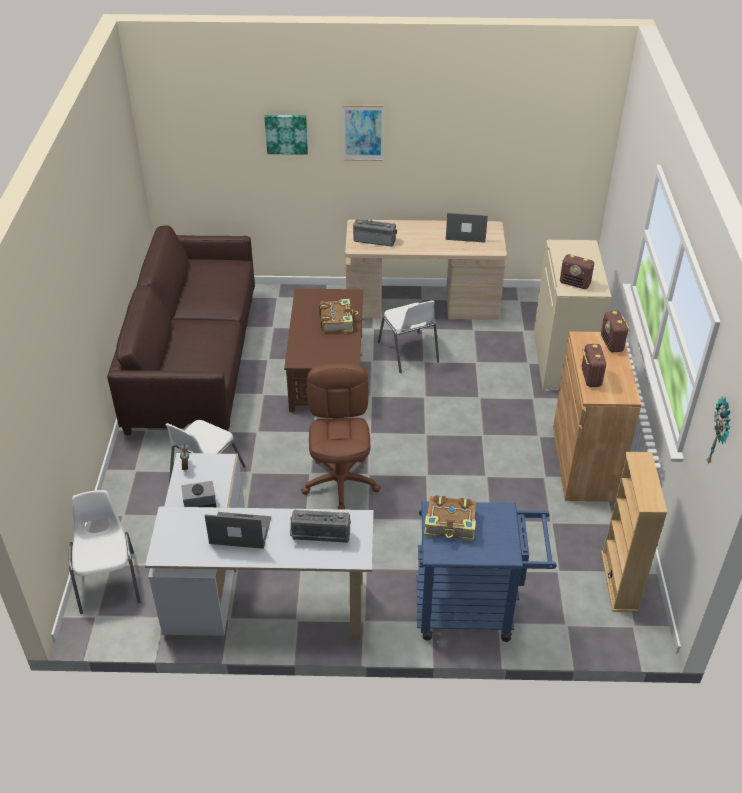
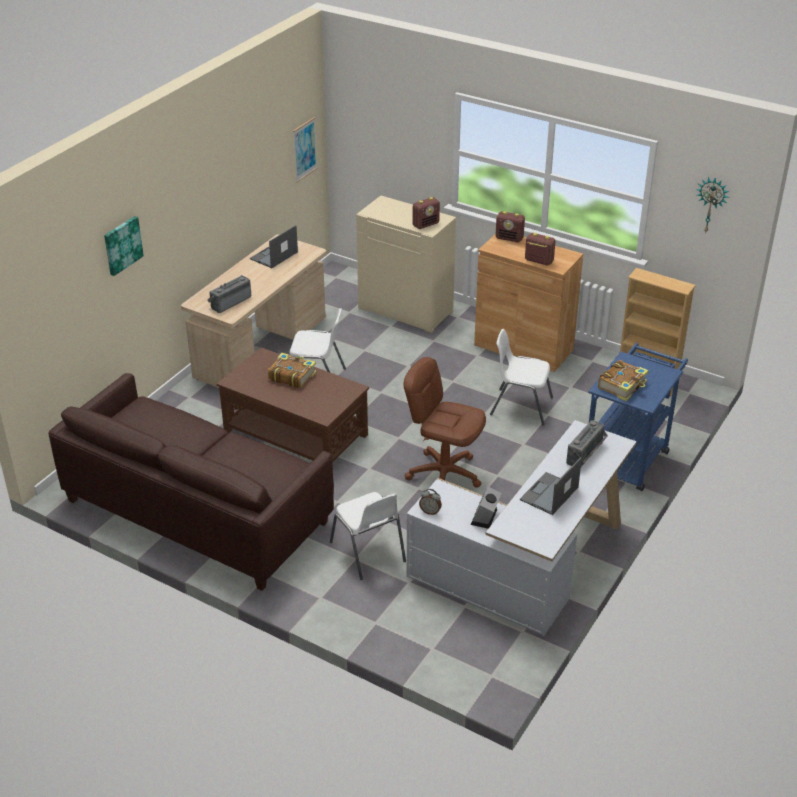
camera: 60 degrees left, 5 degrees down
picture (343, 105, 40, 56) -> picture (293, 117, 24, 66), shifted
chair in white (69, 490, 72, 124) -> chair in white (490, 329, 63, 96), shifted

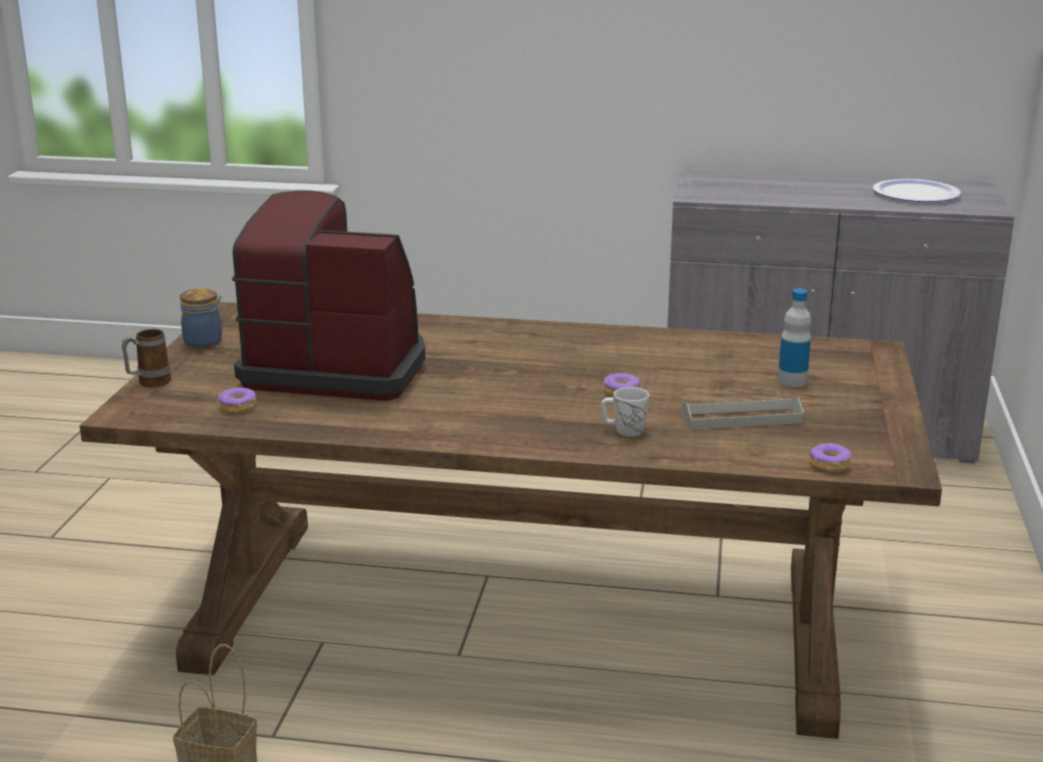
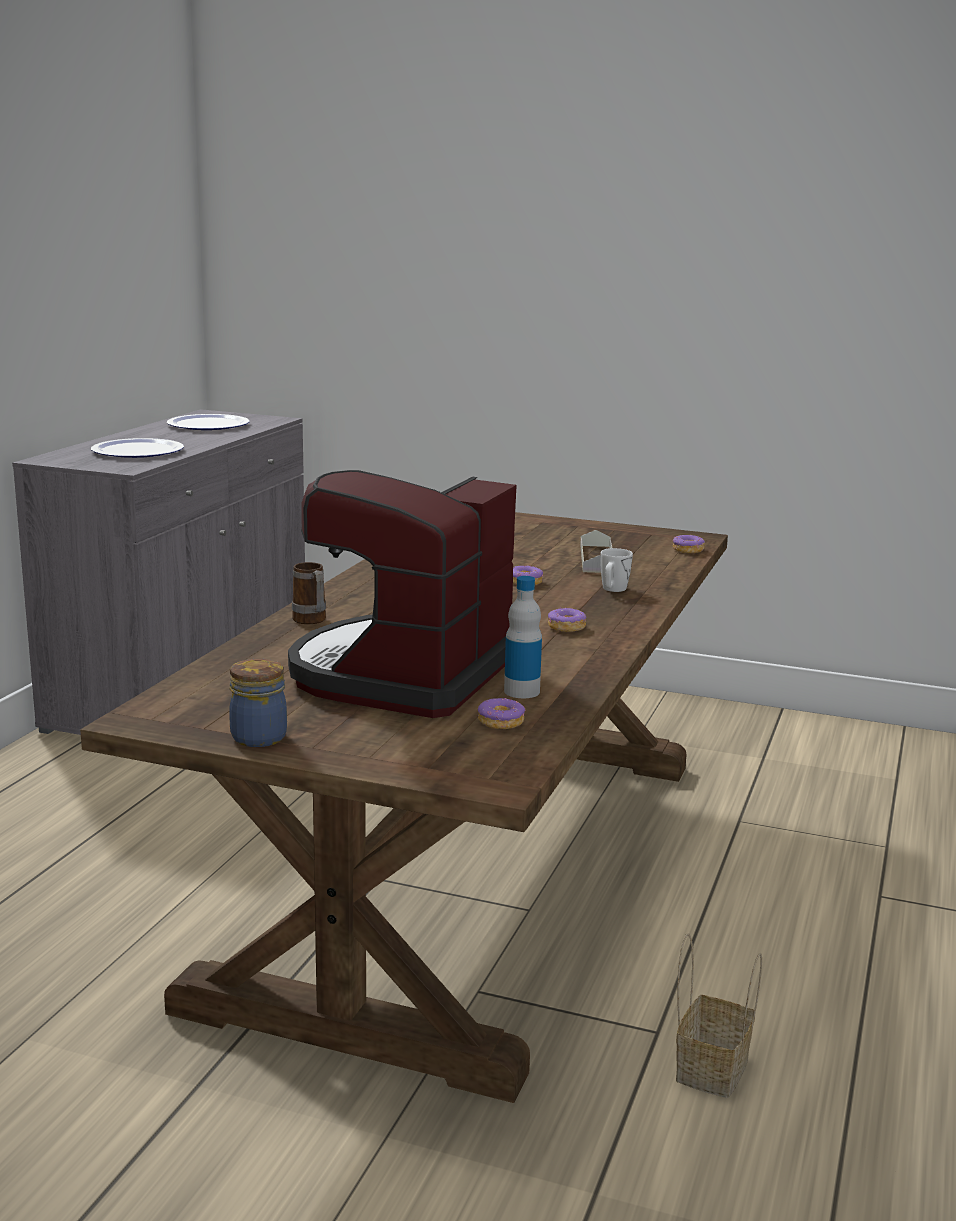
camera: 80 degrees left, 5 degrees down
bottle (778, 289, 33, 98) -> bottle (504, 576, 38, 122), shifted
mug (122, 329, 49, 58) -> mug (292, 562, 34, 62), shifted
none -> plate (91, 438, 93, 20)
none -> donut (548, 607, 38, 25)

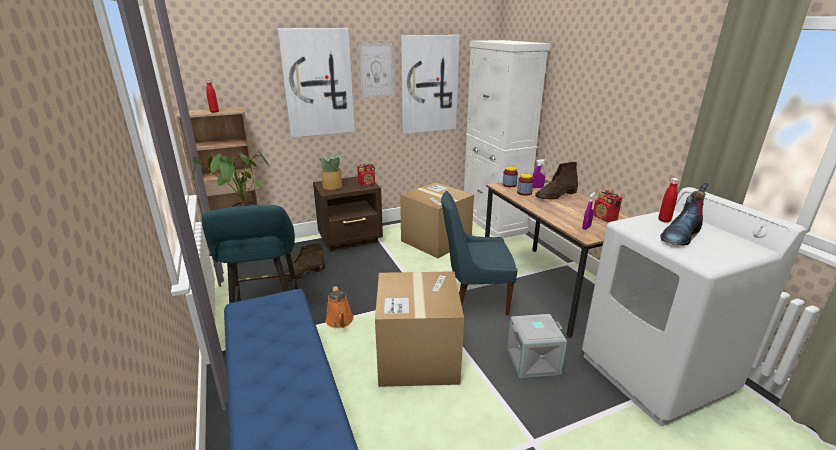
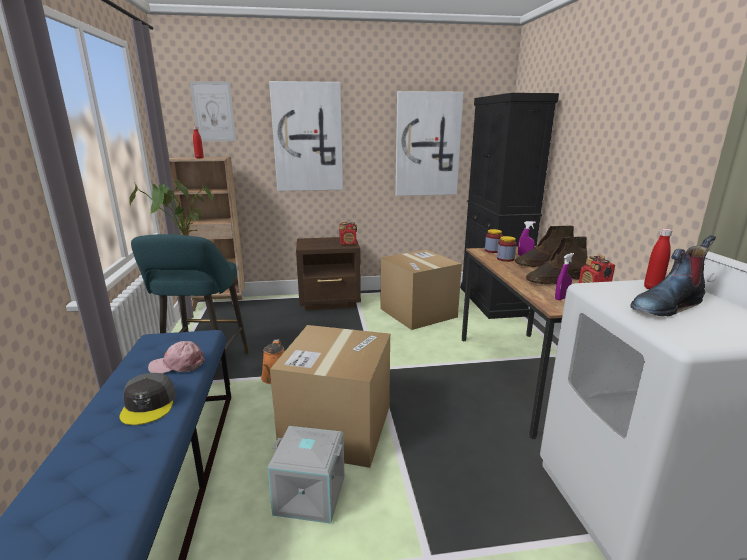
camera: 15 degrees right, 5 degrees down
cabinet in white (464, 40, 86, 198) -> cabinet in black (461, 93, 98, 226)
picture (358, 43, 36, 55) -> picture (189, 81, 47, 60), shifted
potted plant (319, 154, 24, 36) -> none
chair in blue (441, 191, 77, 124) -> none
boot in brown (284, 242, 41, 39) -> boot in brown (526, 236, 62, 49), shifted
storage box in grey (507, 314, 60, 64) -> storage box in grey (267, 426, 78, 98), shifted
none -> cap in pink (148, 341, 57, 32)
none -> cap in grey (119, 373, 57, 52)

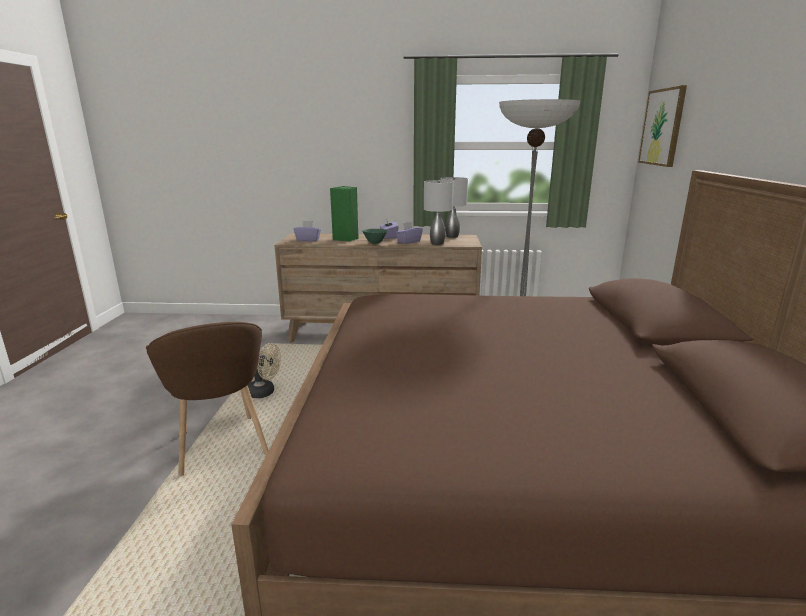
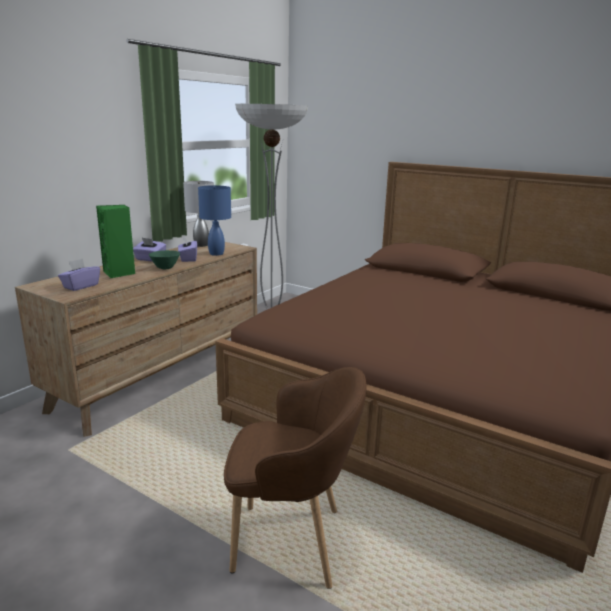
camera: 60 degrees left, 0 degrees up
picture (638, 85, 49, 82) -> none
table lamp in grey (424, 180, 30, 65) -> table lamp in blue (198, 185, 33, 71)
fan in beige (248, 343, 33, 55) -> none

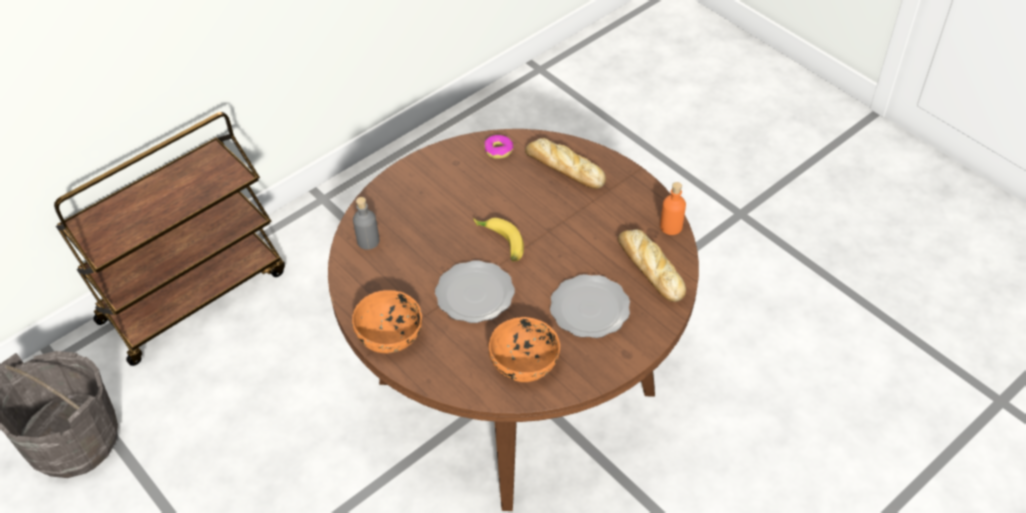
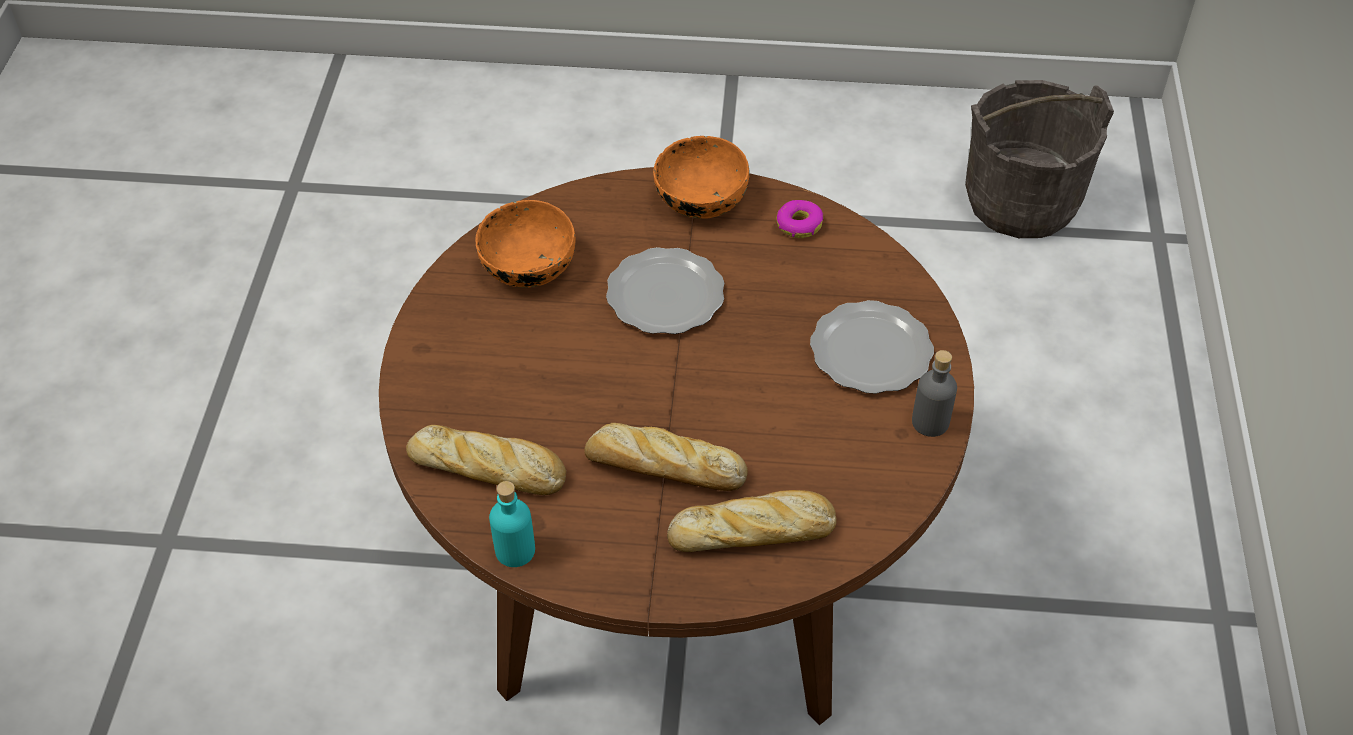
camera: 135 degrees right, 0 degrees up
cart in brown (54, 112, 231, 254) -> none
donut (484, 135, 29, 24) -> donut (777, 200, 46, 38), shifted
bottle in orange (660, 182, 26, 53) -> bottle in turquoise (489, 481, 46, 86)
bottle in grey (353, 197, 27, 53) -> bottle in grey (912, 350, 45, 87), shifted
banana (473, 218, 51, 43) -> none
plate (550, 274, 80, 64) -> plate (810, 300, 124, 94), shifted
none -> bread (584, 423, 164, 68)

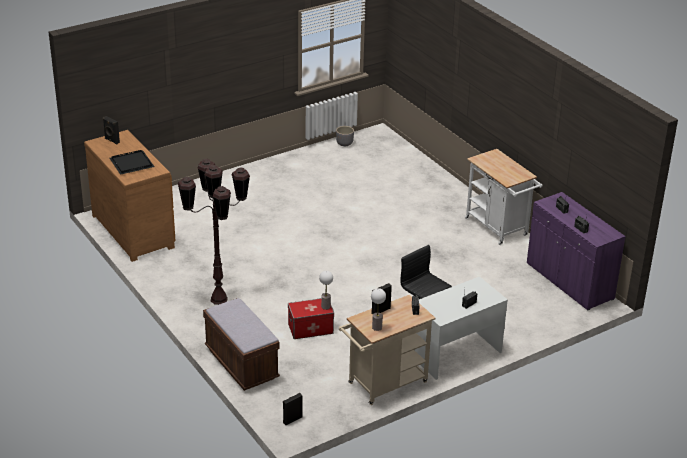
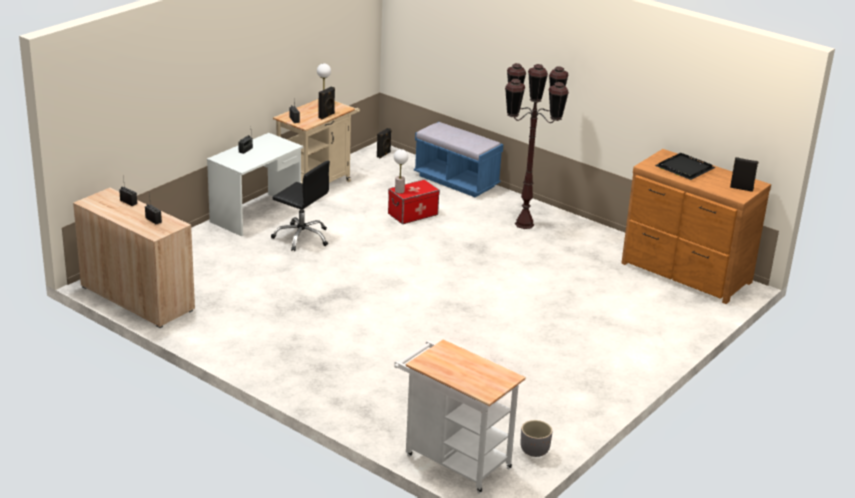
camera: 160 degrees right, 5 degrees down
cart in white (465, 149, 78, 96) -> cart in white (394, 340, 132, 154), shifted
cabinet in purple (527, 192, 99, 118) -> cabinet in beige (73, 188, 122, 140)
bench in brown (203, 298, 77, 93) -> bench in blue (414, 122, 89, 75)

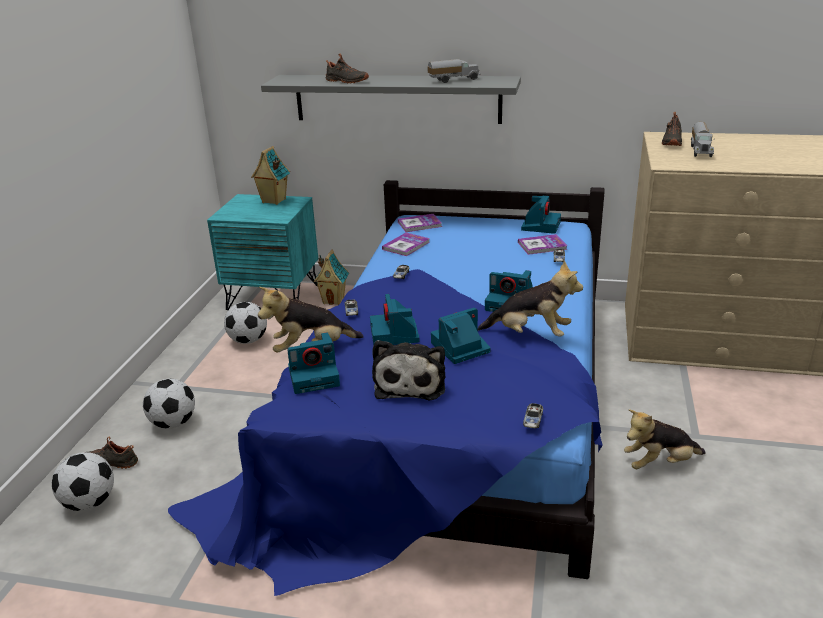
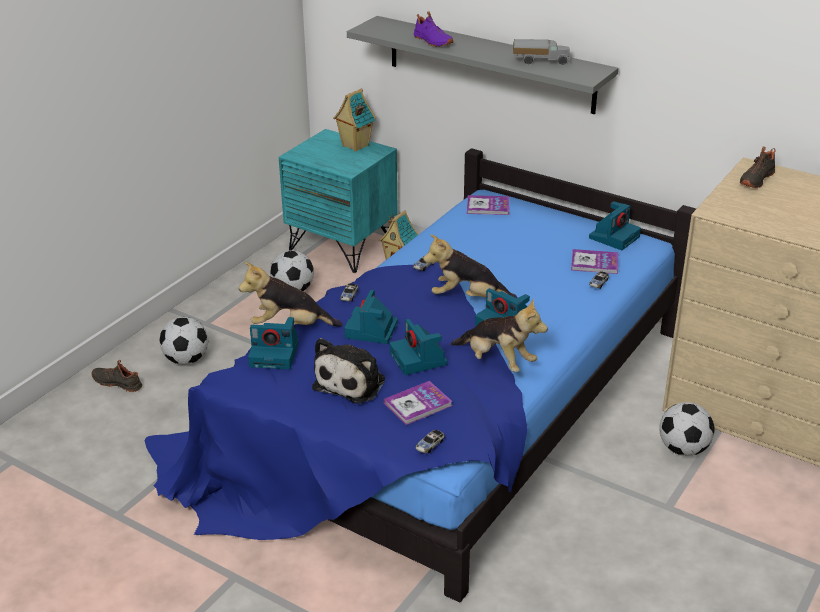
camera: 20 degrees right, 5 degrees up
shoe in black (326, 53, 43, 30) -> shoe in purple (414, 11, 39, 36)
toy truck (691, 122, 24, 35) -> none
book (382, 233, 48, 23) -> book (384, 381, 68, 44), shifted
photo camera (431, 308, 60, 56) -> photo camera (390, 319, 57, 56), 105 degrees counterclockwise
plush toy (624, 409, 82, 60) -> plush toy (423, 234, 95, 64), shifted
football (52, 452, 62, 59) -> football (659, 402, 56, 54), shifted

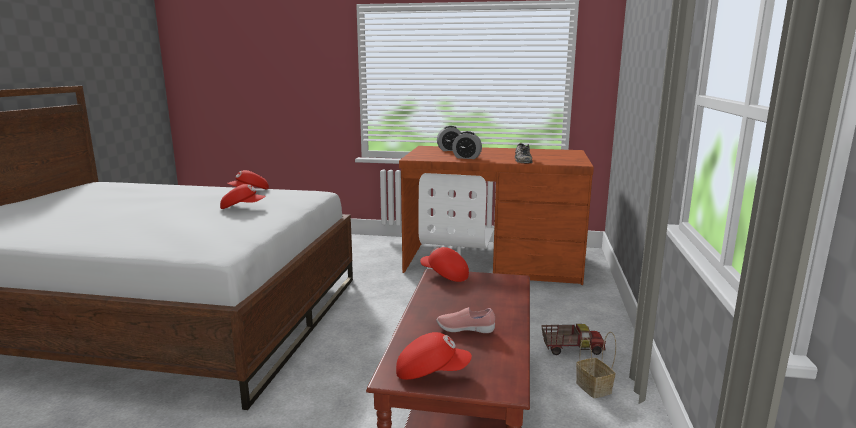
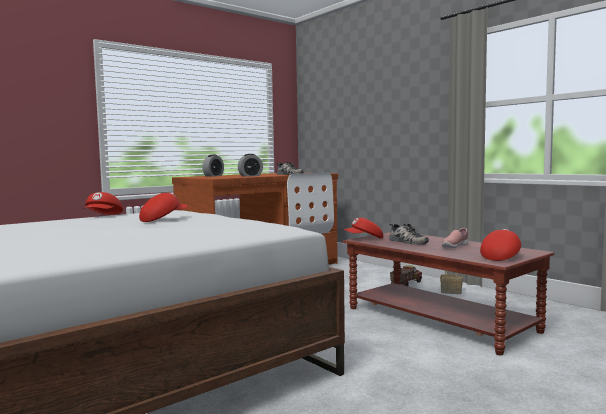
camera: 50 degrees left, 10 degrees down
none -> shoe (389, 224, 40, 21)

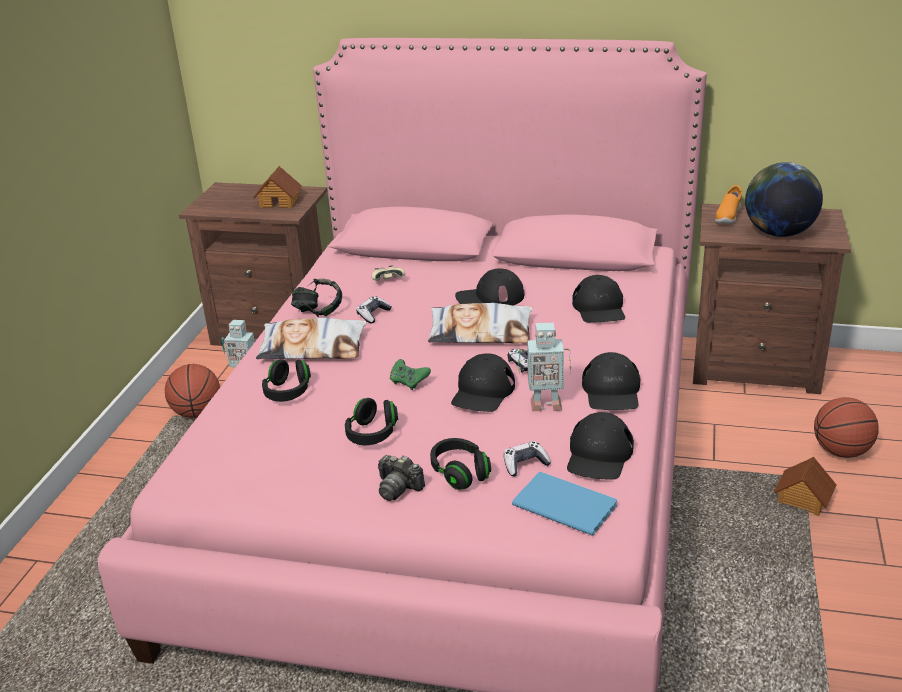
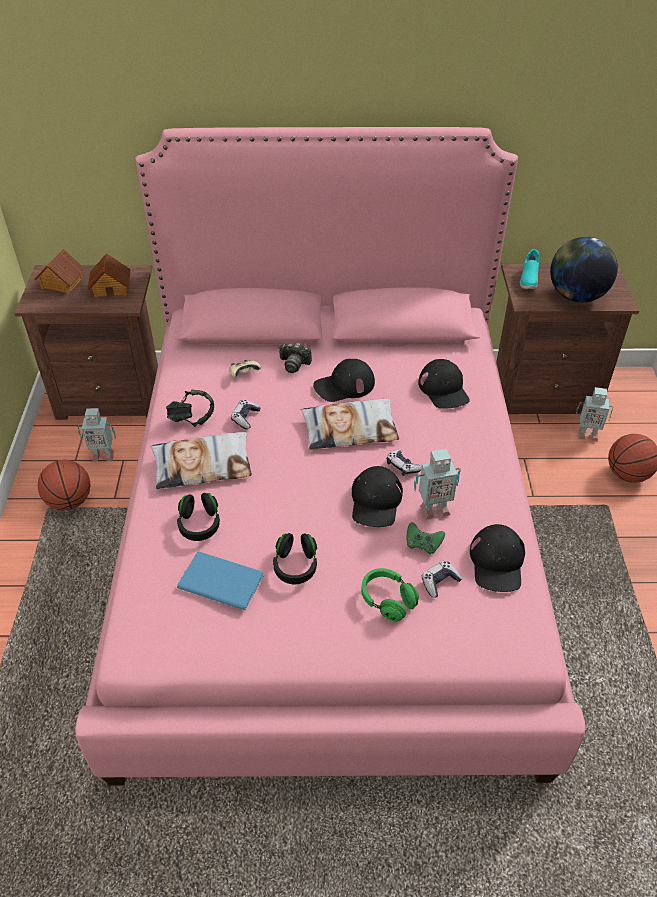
camera: 15 degrees left, 15 degrees up
shoe in orange (715, 185, 27, 39) -> shoe in turquoise (520, 249, 19, 40)
cap in black (582, 352, 59, 58) -> none
game controller in green (390, 359, 41, 31) -> game controller in green (407, 522, 38, 33), shifted
headphones in black (430, 438, 61, 52) -> headphones in green (361, 568, 58, 53)
photo camera (378, 455, 47, 46) -> photo camera (279, 343, 33, 30), shifted
toy house (774, 457, 62, 59) -> toy house (35, 249, 51, 45), shifted
book in blue (512, 472, 105, 64) -> book in blue (177, 551, 86, 59), shifted
none -> toy robot (576, 387, 38, 54)

